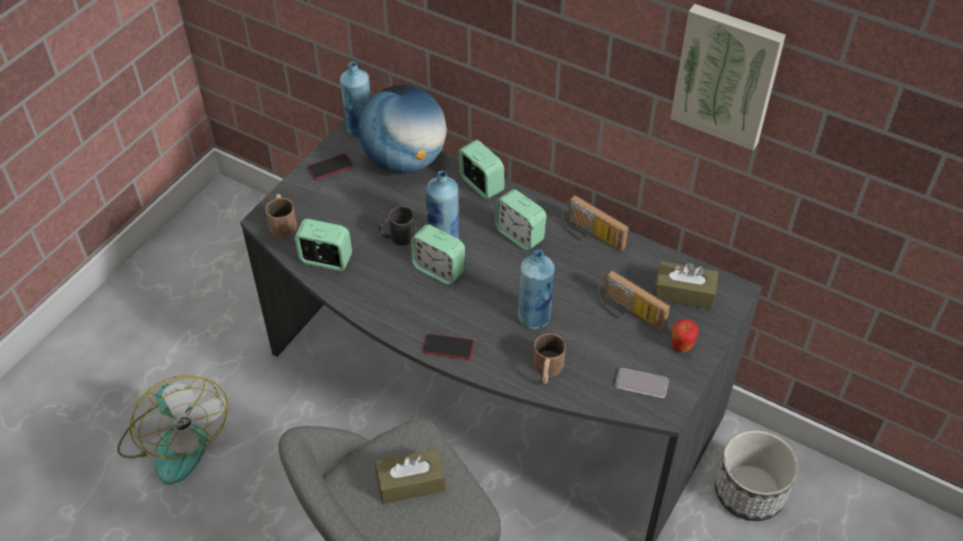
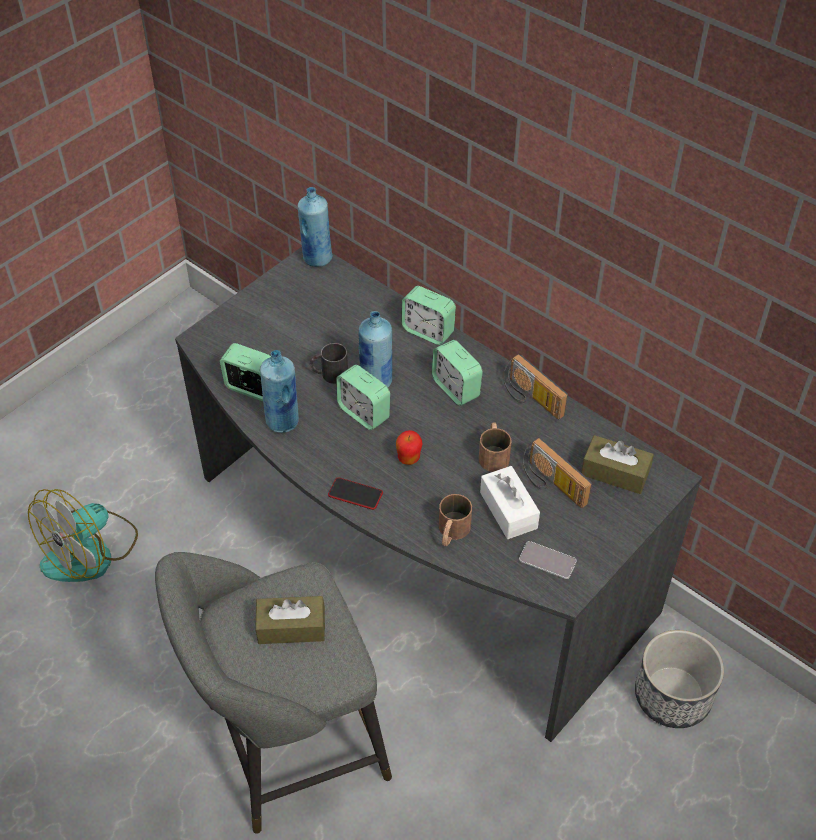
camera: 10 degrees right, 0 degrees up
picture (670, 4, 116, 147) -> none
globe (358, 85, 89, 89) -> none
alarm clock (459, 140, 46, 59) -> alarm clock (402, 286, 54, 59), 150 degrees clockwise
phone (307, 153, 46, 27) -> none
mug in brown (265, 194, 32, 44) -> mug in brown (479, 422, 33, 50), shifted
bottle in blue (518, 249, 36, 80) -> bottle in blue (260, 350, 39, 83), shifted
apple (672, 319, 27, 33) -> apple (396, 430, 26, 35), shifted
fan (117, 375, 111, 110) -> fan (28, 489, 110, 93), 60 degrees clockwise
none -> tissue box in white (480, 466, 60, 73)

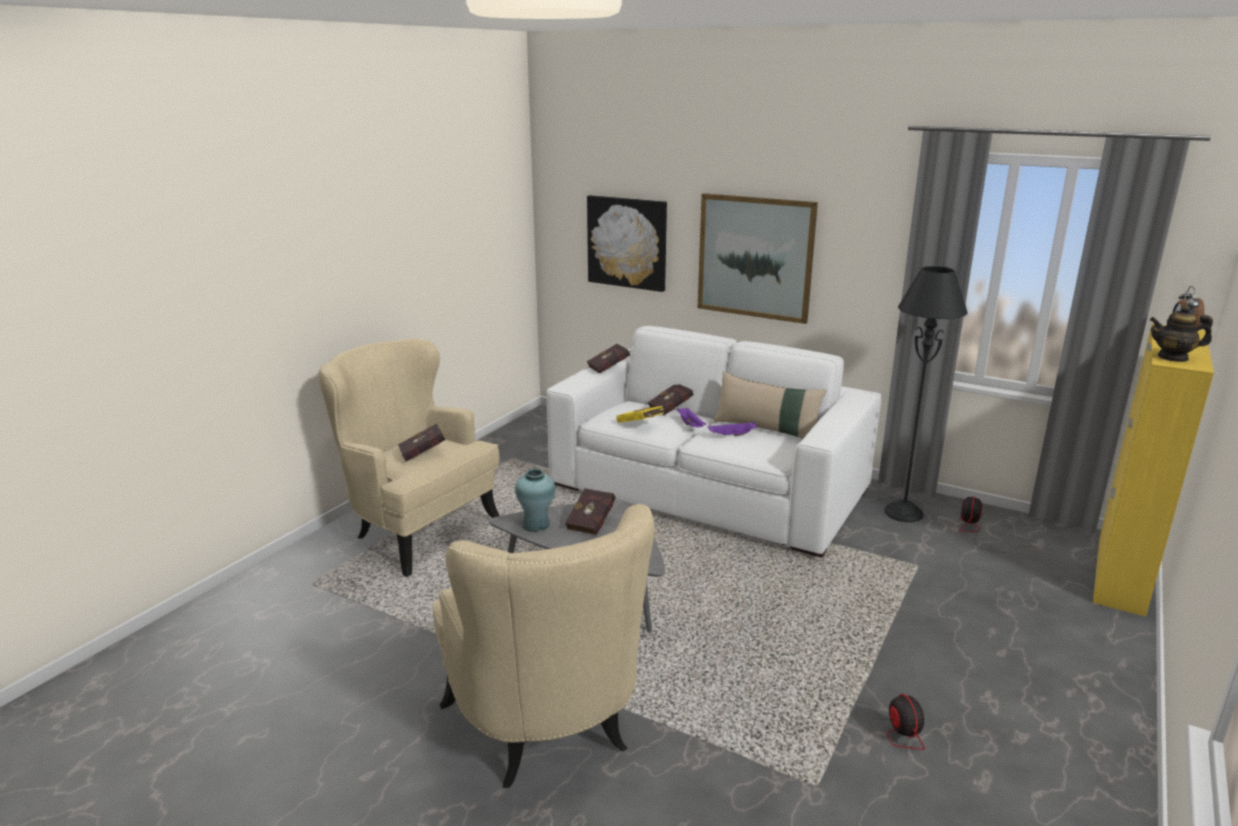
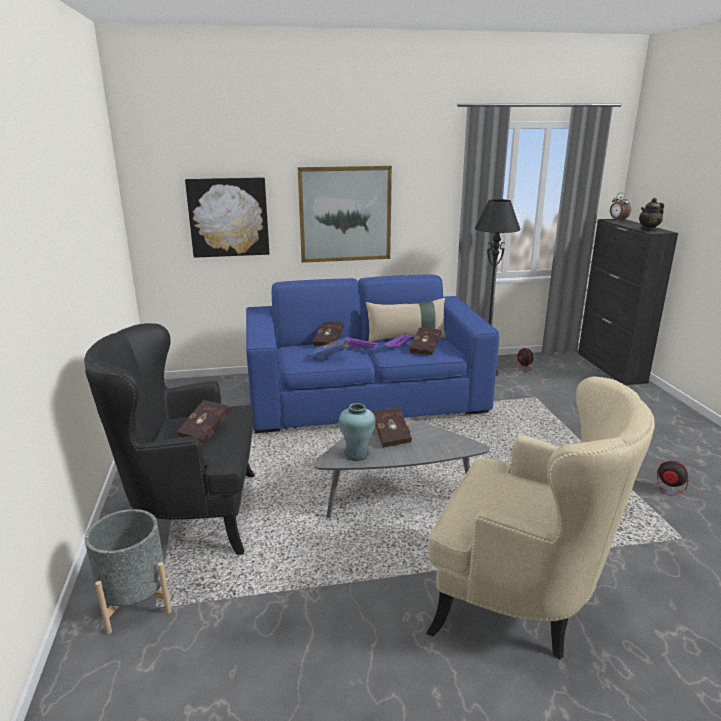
camera: 40 degrees left, 0 degrees up
cabinet in yellow (1093, 324, 121, 293) -> cabinet in black (578, 219, 100, 166)
sofa in white (547, 326, 334, 232) -> sofa in blue (246, 275, 253, 158)
armchair in beige (318, 338, 182, 239) -> armchair in black (84, 323, 171, 232)
book in red (587, 344, 45, 30) -> book in red (409, 327, 32, 28), shifted
book in yellow (616, 406, 48, 17) -> book in blue (311, 337, 39, 24)
none -> planter in grey (85, 509, 86, 125)

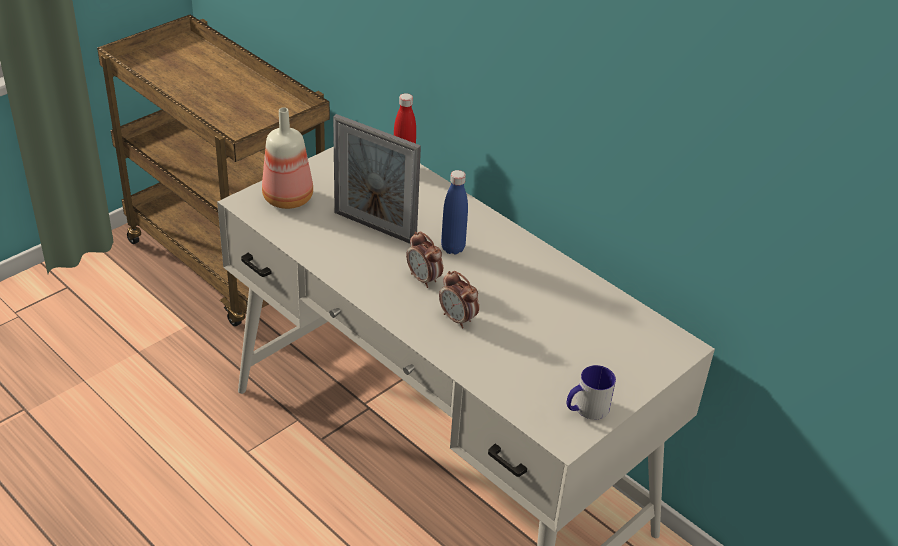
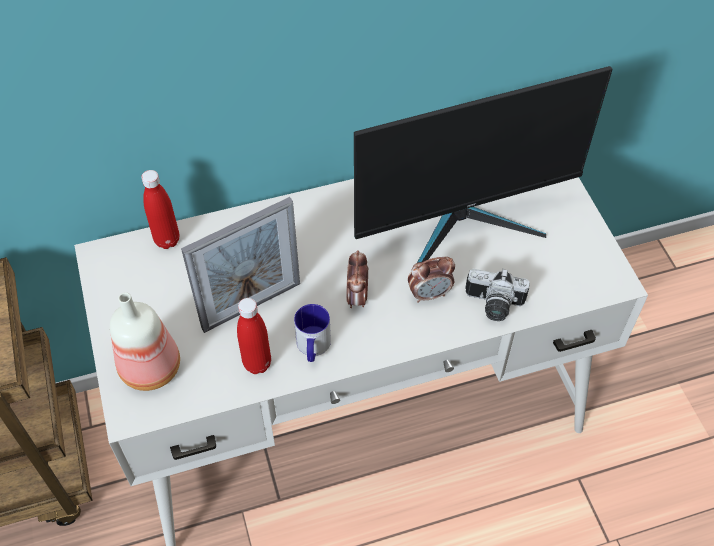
camera: 60 degrees left, 15 degrees up
bottle in blue (441, 170, 27, 84) -> none
alarm clock (406, 231, 37, 57) -> alarm clock (346, 250, 22, 58), 105 degrees clockwise
mug (566, 365, 50, 55) -> mug (294, 304, 37, 58), shifted
none -> monitor (354, 66, 259, 197)
none -> photo camera (465, 269, 65, 52)
none -> bottle in red (237, 298, 34, 76)

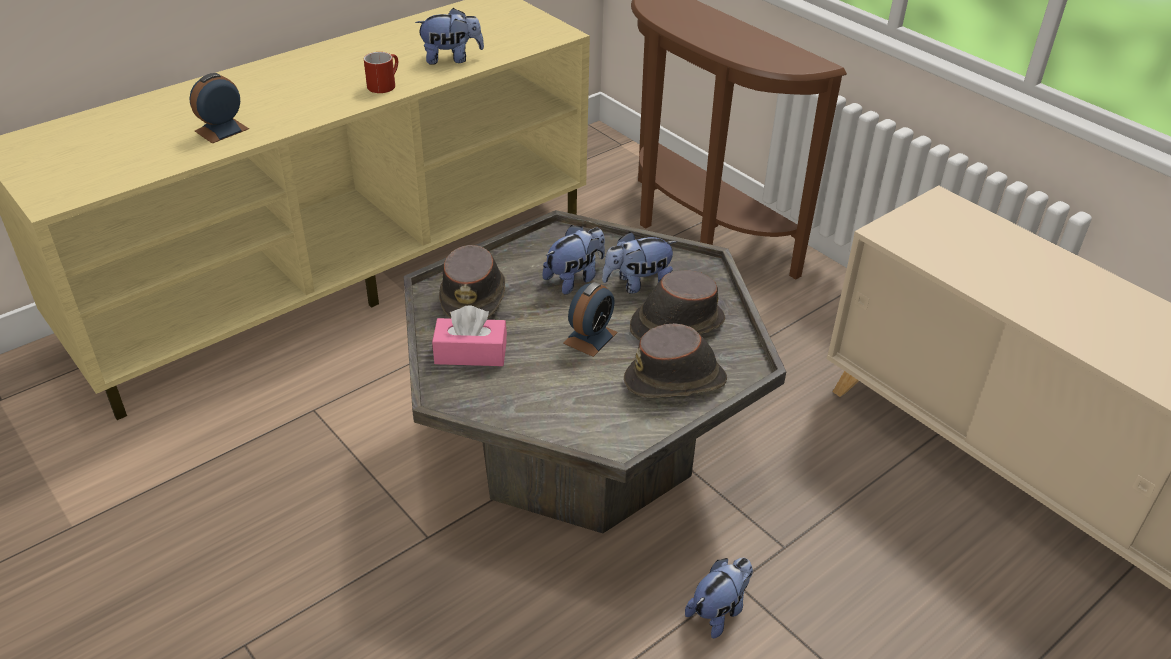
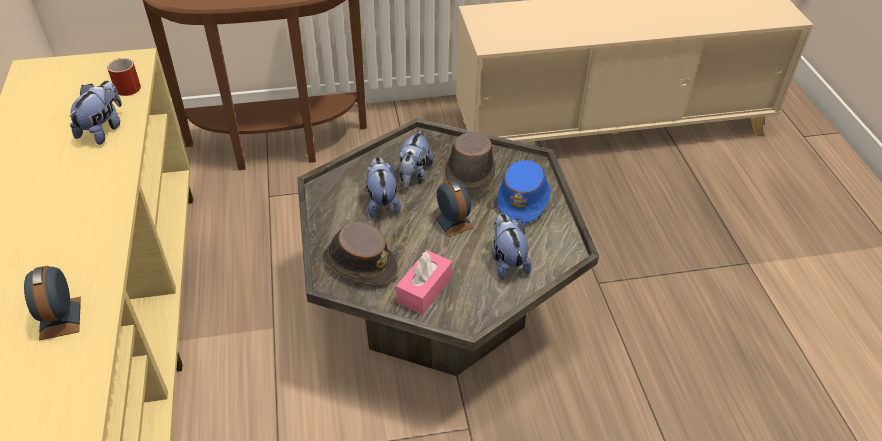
camera: 60 degrees left, 5 degrees up
mug in red (364, 52, 34, 41) -> mug in red (107, 58, 34, 38), shifted
hat in brown (624, 323, 103, 75) -> hat in blue (497, 160, 54, 64)
plush toy (685, 558, 68, 80) -> plush toy (491, 213, 41, 67), shifted

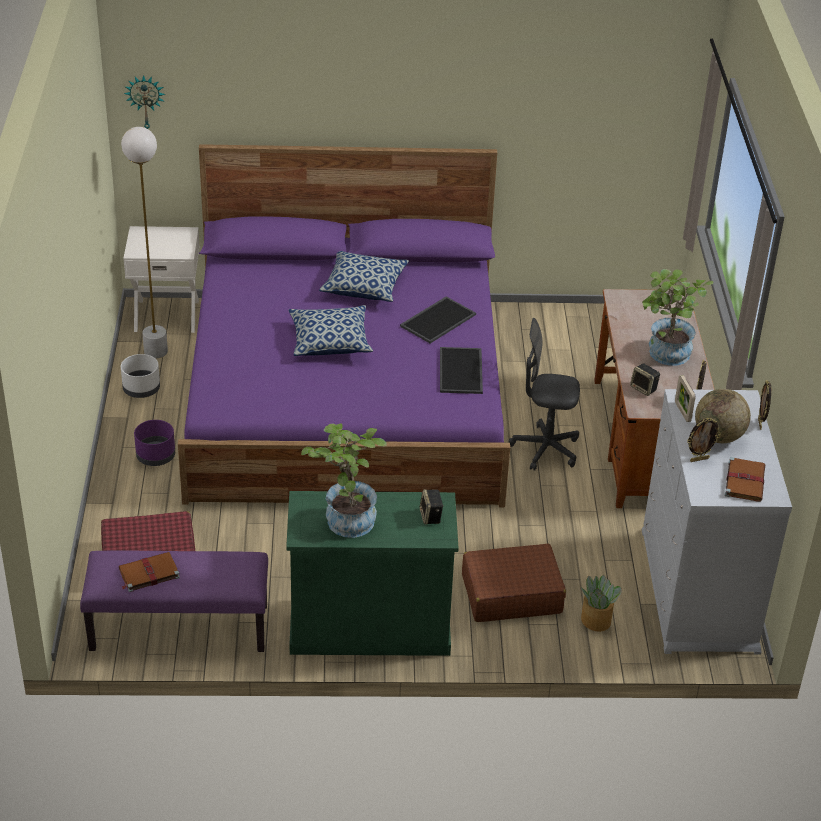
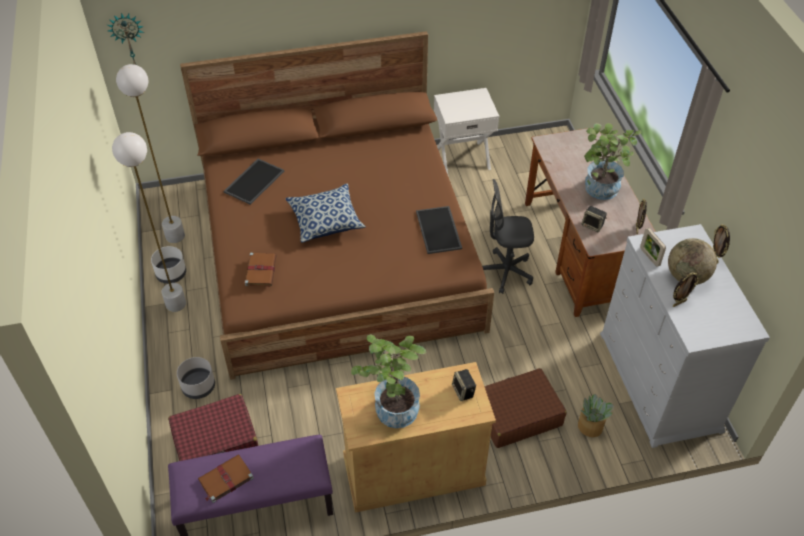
camera: 10 degrees left, 10 degrees up
bed in purple (178, 144, 332, 363) -> bed in brown (180, 31, 314, 349)
nightstand in white (123, 226, 77, 107) -> nightstand in white (434, 88, 65, 86), shifted
pillow (319, 251, 90, 51) -> none
tray (400, 296, 76, 47) -> tray (223, 159, 61, 46), shifted
planter in purple (134, 420, 41, 46) -> none
book in brown (725, 457, 40, 45) -> book in brown (245, 253, 32, 33), shifted
cabinet in green (286, 491, 173, 165) -> cabinet in beige (336, 362, 160, 151)
none -> floor lamp in white (112, 132, 74, 180)
none -> planter in grey (177, 357, 38, 42)

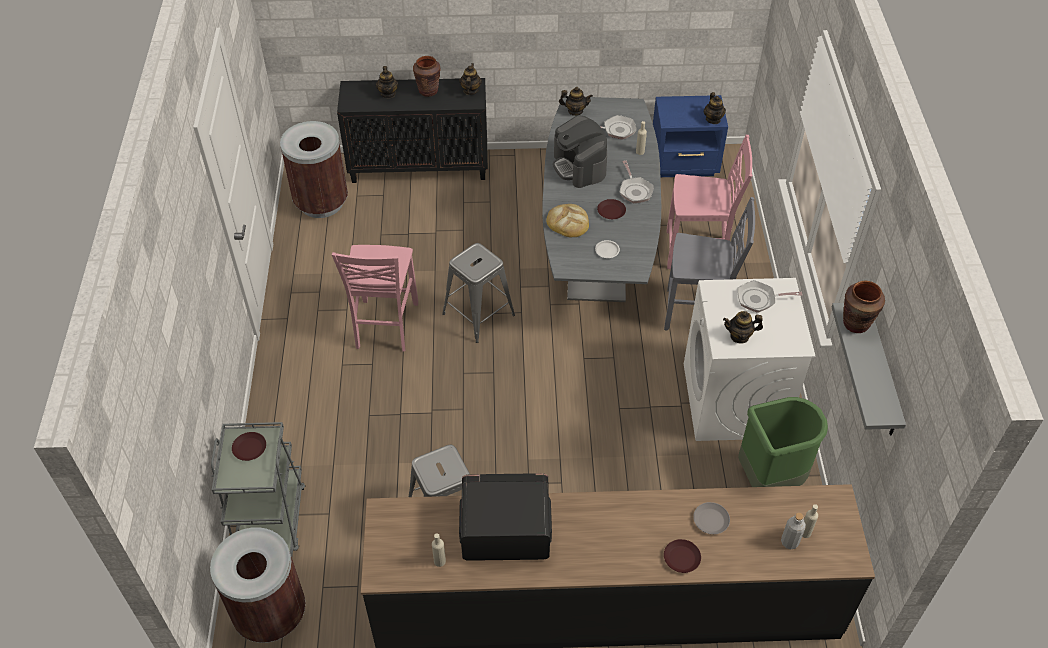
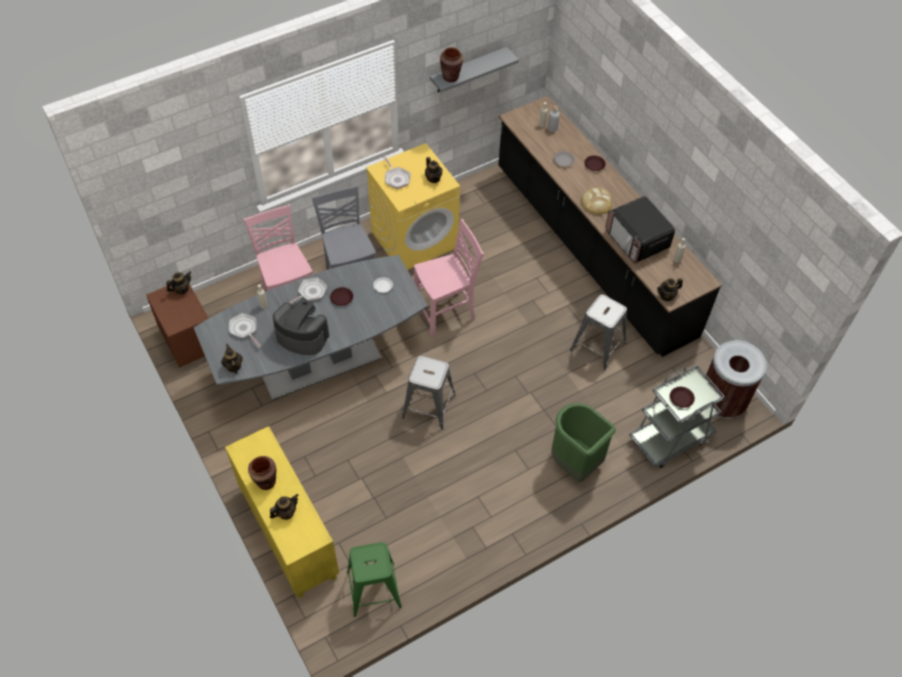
camera: 120 degrees left, 5 degrees up
teapot (459, 63, 23, 32) -> teapot (657, 278, 26, 23), shifted
cabinet in black (337, 78, 151, 105) -> cabinet in yellow (225, 426, 114, 172)
nightstand in blue (653, 95, 75, 82) -> nightstand in brown (146, 284, 63, 84)
coffee machine (553, 116, 54, 72) -> coffee machine (273, 299, 56, 56), 105 degrees counterclockwise
trash can in brown (280, 121, 68, 97) -> stool in green (347, 542, 55, 75)
bread (546, 204, 43, 34) -> bread (581, 188, 31, 27), shifted
chair in pink (332, 245, 86, 107) -> chair in pink (414, 219, 70, 118), shifted
washing machine in white (684, 278, 132, 163) -> washing machine in yellow (366, 143, 94, 127)
trash can in green (738, 397, 90, 90) -> trash can in green (551, 403, 65, 79), shifted

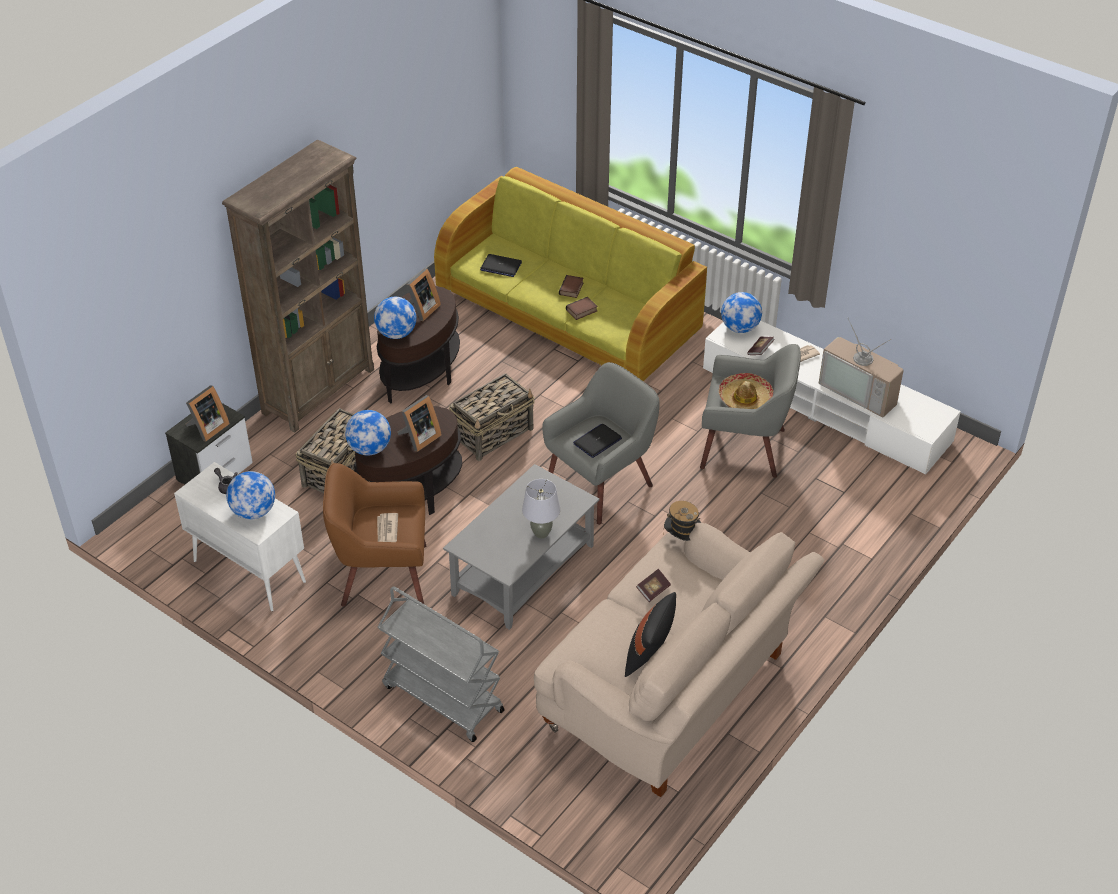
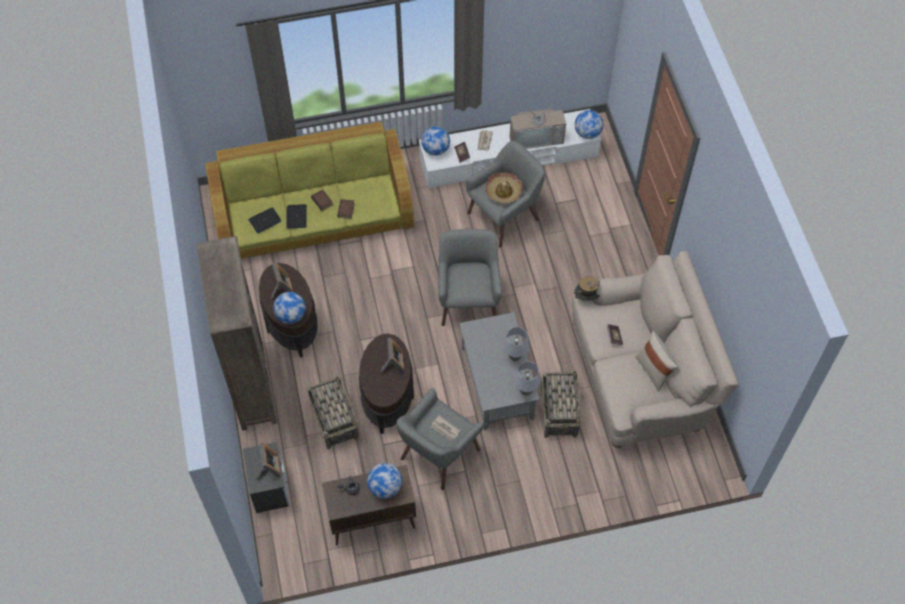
camera: 50 degrees left, 15 degrees up
basket (449, 373, 85, 88) -> basket (541, 371, 43, 67), shifted
globe (345, 410, 46, 45) -> globe (575, 110, 29, 29), shifted
laptop (573, 424, 49, 34) -> laptop (286, 204, 21, 25), shifted
cabinet in white (174, 462, 132, 149) -> cabinet in brown (322, 465, 94, 80)
armchair in brown (323, 463, 103, 144) -> armchair in grey (396, 388, 88, 102)
cart in grey (378, 586, 127, 156) -> none
pillow in black (625, 592, 51, 85) -> pillow in beige (635, 330, 44, 62)
none -> table lamp in grey (514, 362, 27, 34)

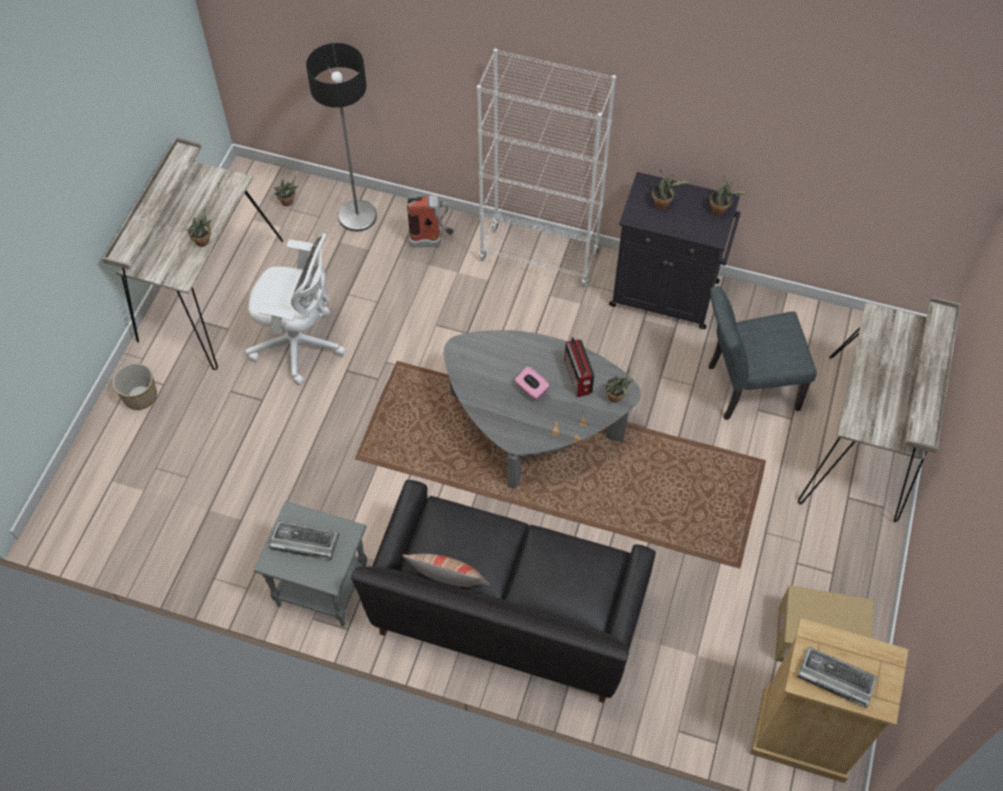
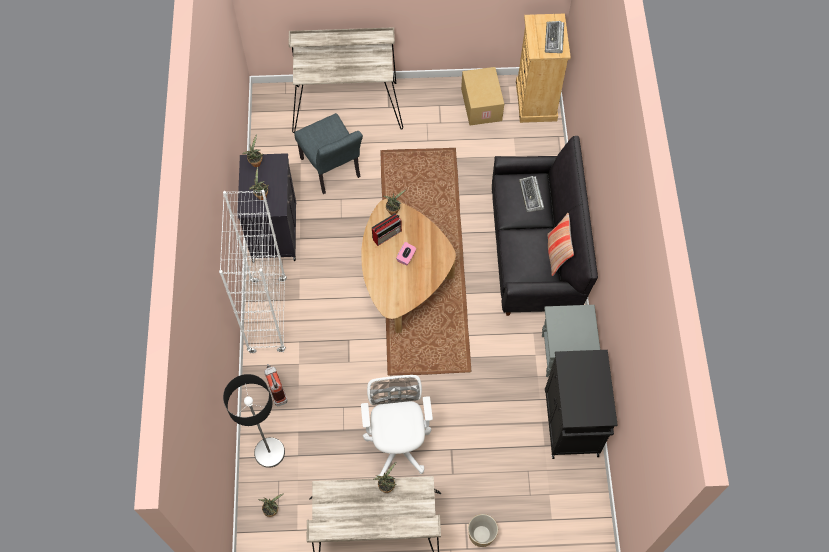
camera: 110 degrees left, 5 degrees up
coffee table in grey (444, 330, 197, 159) -> coffee table in brown (361, 199, 95, 134)
keyboard (270, 521, 69, 39) -> keyboard (519, 176, 25, 36), shifted
none -> cabinet in black (545, 350, 73, 109)

